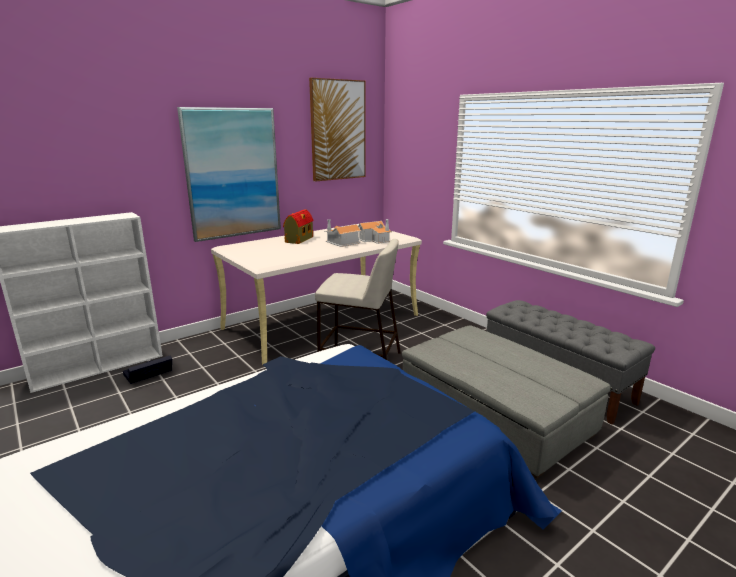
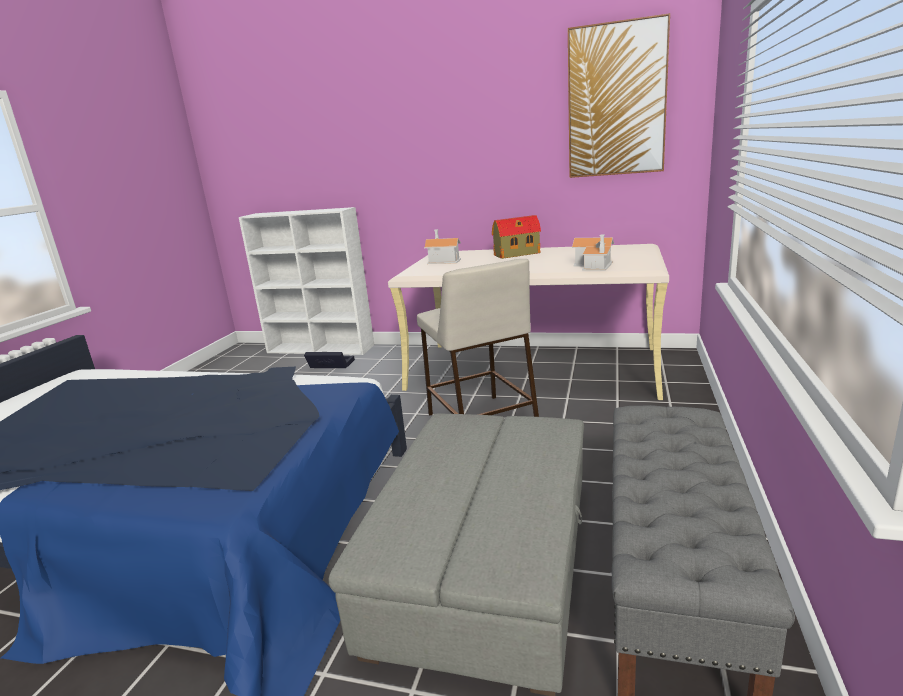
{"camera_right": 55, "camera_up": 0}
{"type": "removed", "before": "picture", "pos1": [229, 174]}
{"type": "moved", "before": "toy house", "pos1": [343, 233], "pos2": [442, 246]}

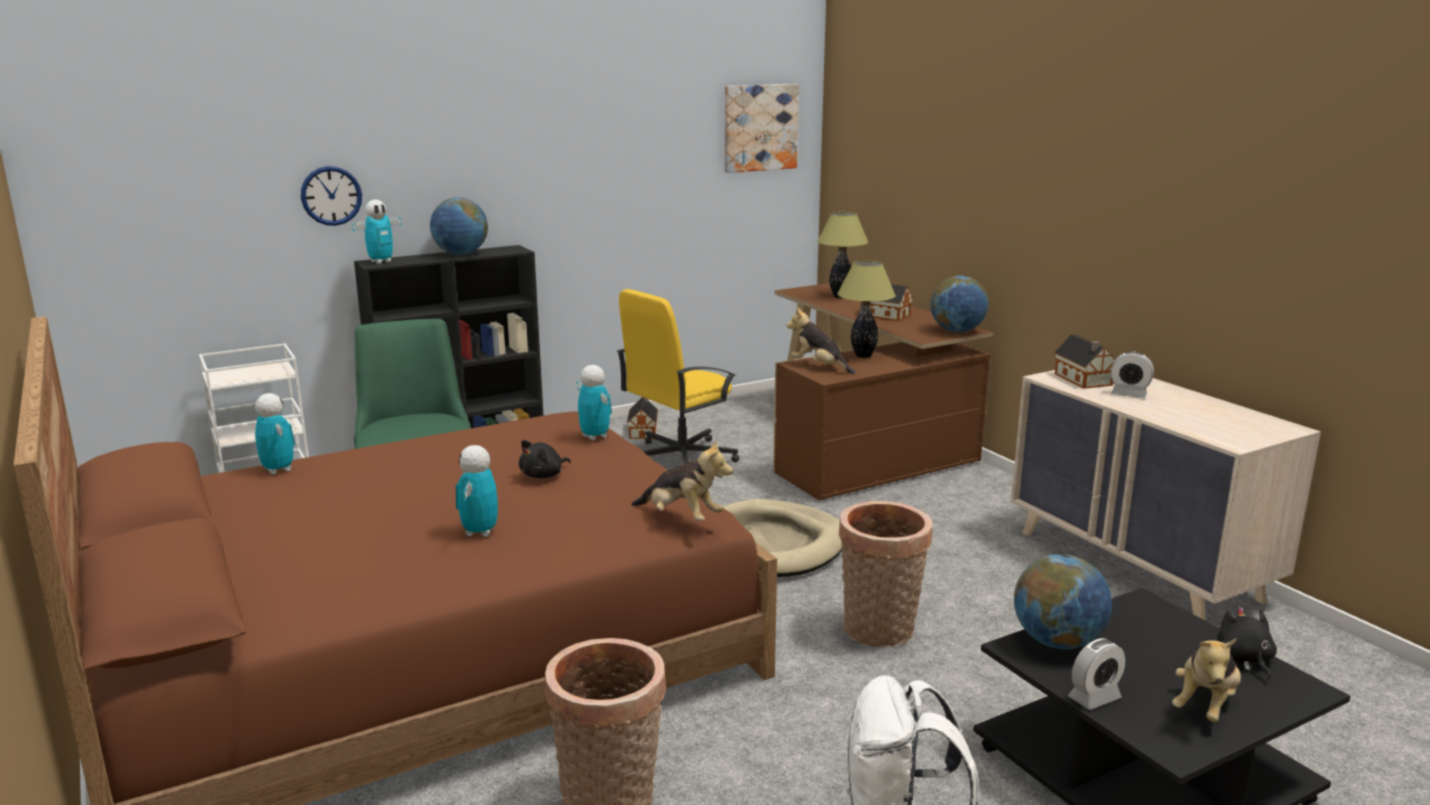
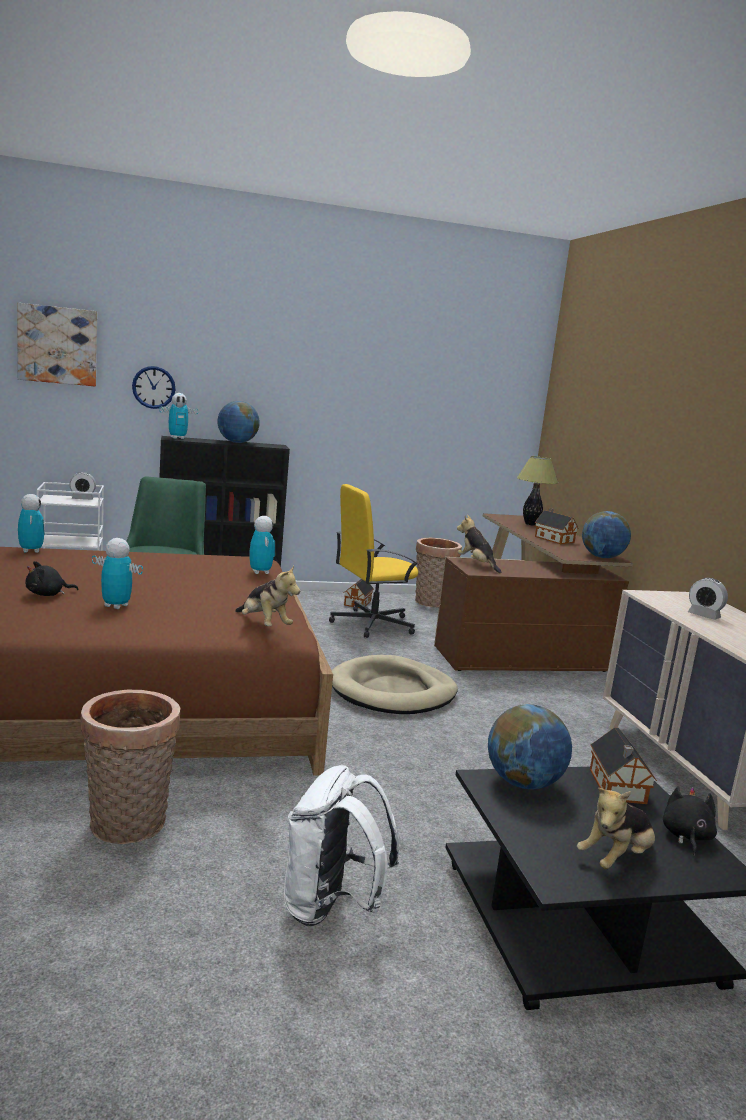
{"camera_right": 15, "camera_up": -5}
{"type": "moved", "before": "picture", "pos1": [762, 128], "pos2": [57, 344]}
{"type": "removed", "before": "table lamp", "pos1": [866, 309]}
{"type": "moved", "before": "toy house", "pos1": [1084, 361], "pos2": [623, 765]}
{"type": "moved", "before": "plush toy/black", "pos1": [545, 459], "pos2": [52, 578]}
{"type": "turned", "before": "toy robot", "pos1": [477, 491], "pos2": [117, 573], "turn": 90}
{"type": "moved", "before": "basket", "pos1": [885, 574], "pos2": [438, 573]}
{"type": "moved", "before": "alarm clock", "pos1": [1096, 674], "pos2": [83, 486]}

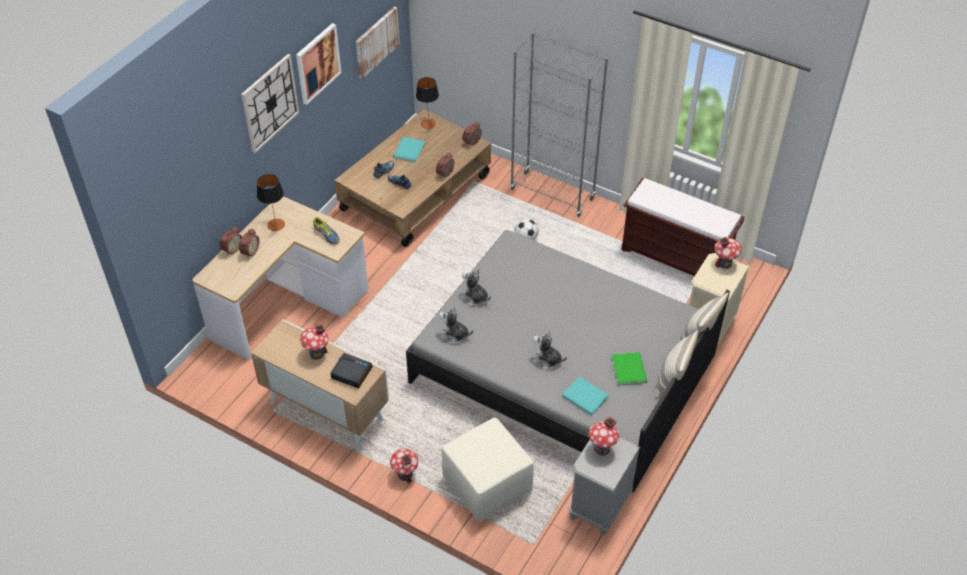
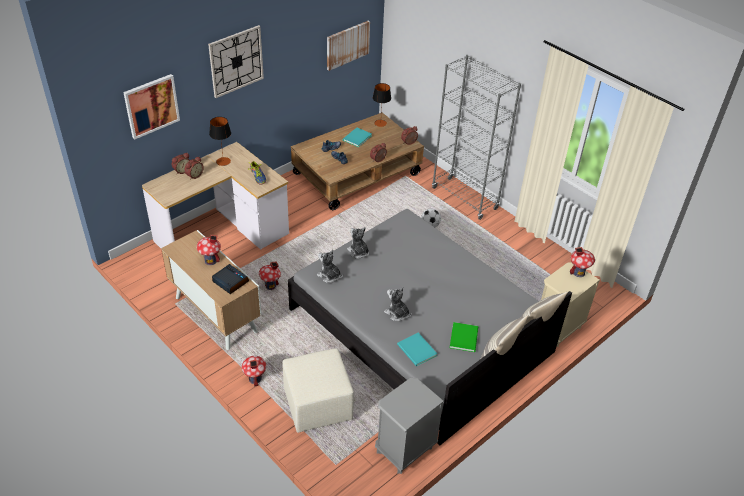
{"camera_right": 15, "camera_up": -5}
{"type": "moved", "before": "picture", "pos1": [318, 64], "pos2": [151, 106]}
{"type": "removed", "before": "bench/brown", "pos1": [682, 227]}
{"type": "moved", "before": "toy house", "pos1": [604, 436], "pos2": [270, 275]}

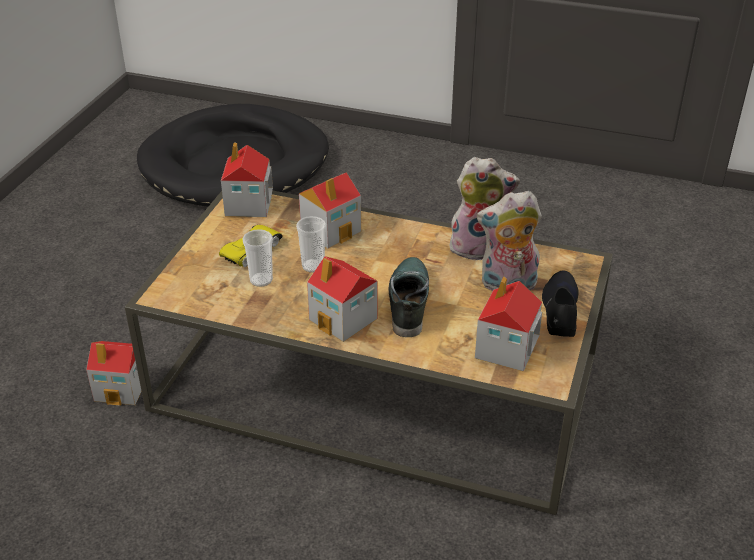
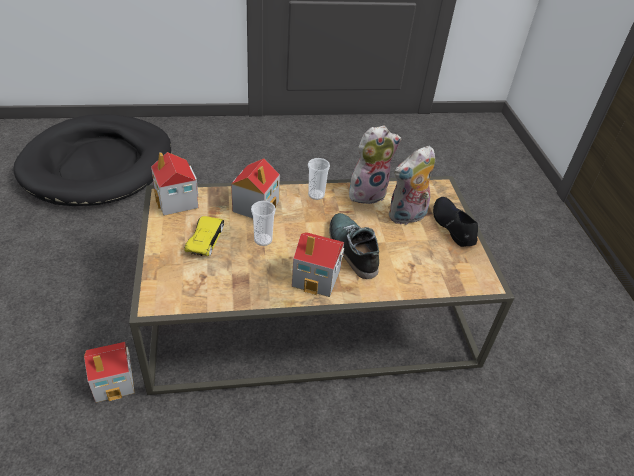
{"camera_right": -30, "camera_up": 5}
{"type": "moved", "before": "cup", "pos1": [257, 258], "pos2": [319, 179]}
{"type": "removed", "before": "toy house", "pos1": [508, 324]}

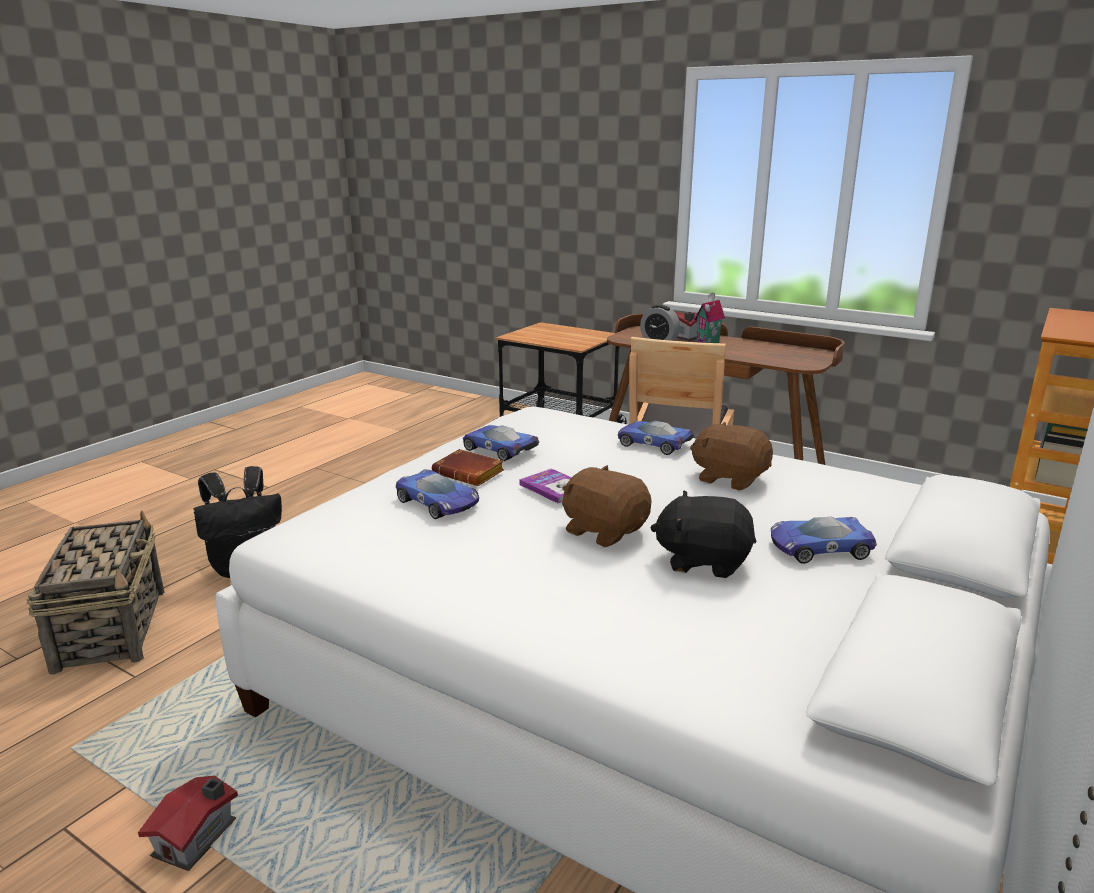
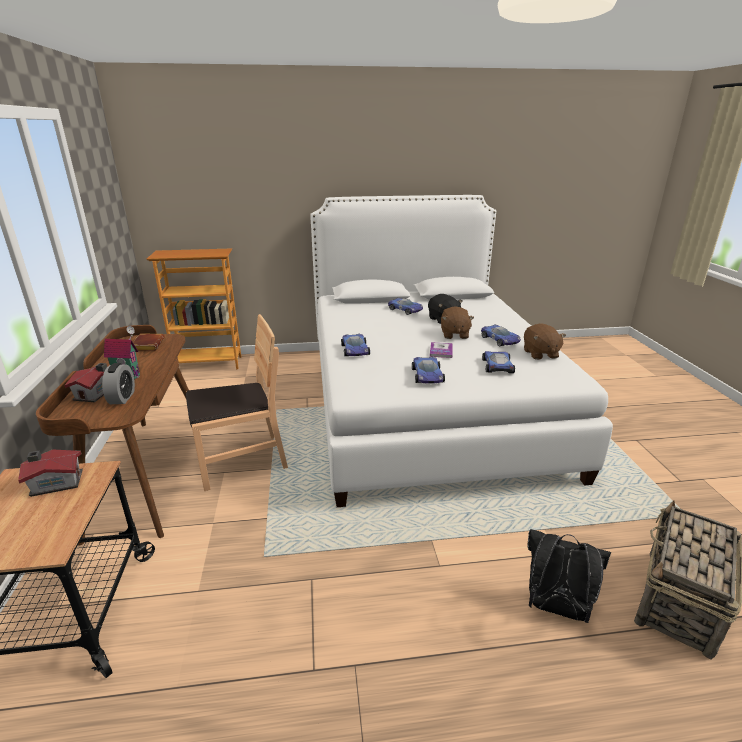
{"camera_right": -130, "camera_up": 5}
{"type": "moved", "before": "plush toy/brown", "pos1": [731, 456], "pos2": [545, 341]}
{"type": "moved", "before": "book/brown", "pos1": [468, 467], "pos2": [149, 342]}
{"type": "moved", "before": "toy house", "pos1": [188, 823], "pos2": [50, 473]}
{"type": "added", "after": "toy car", "pos2": [501, 335]}

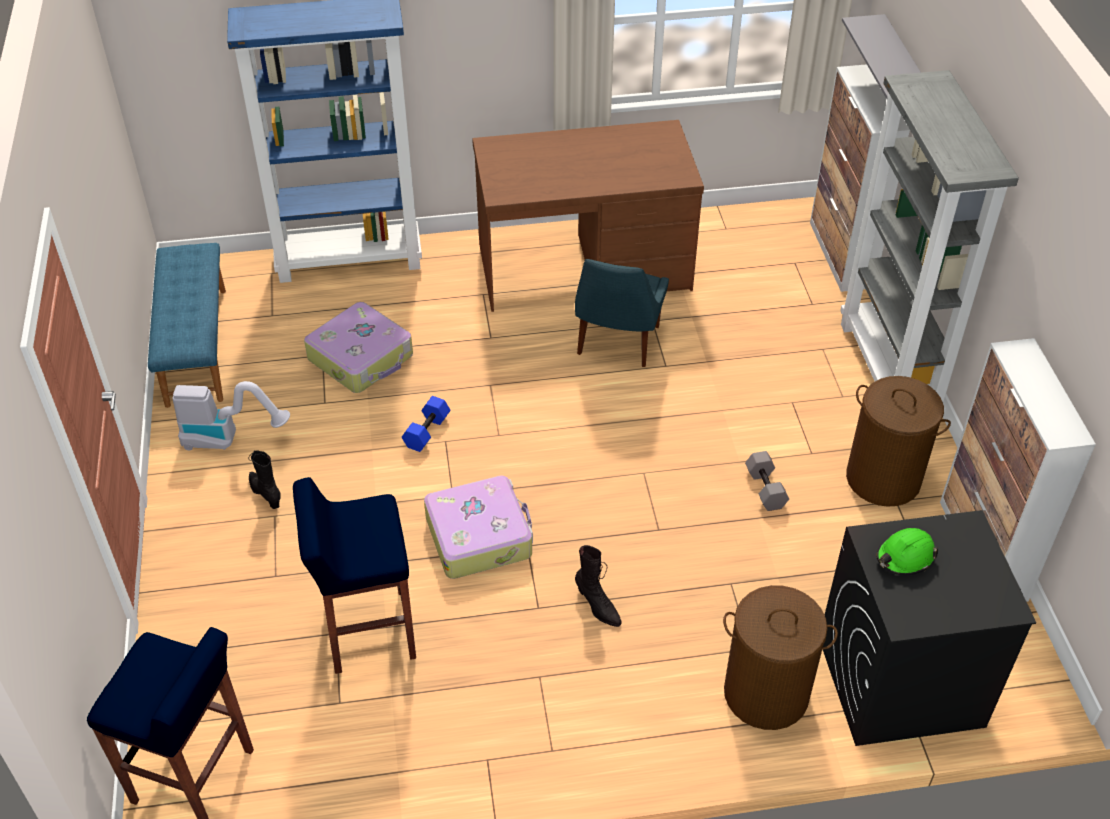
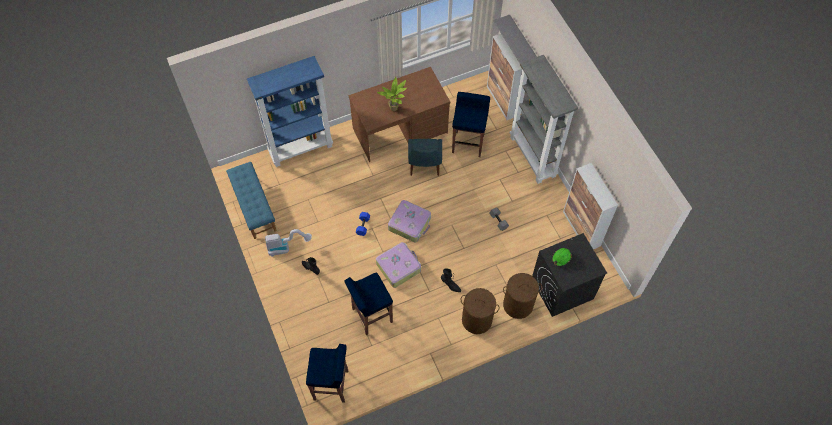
{"camera_right": -15, "camera_up": 15}
{"type": "moved", "before": "suitcase", "pos1": [358, 347], "pos2": [409, 221]}
{"type": "moved", "before": "laundry basket/brown", "pos1": [898, 441], "pos2": [480, 311]}
{"type": "added", "after": "potted plant", "pos2": [392, 94]}
{"type": "added", "after": "stool/blue", "pos2": [471, 124]}

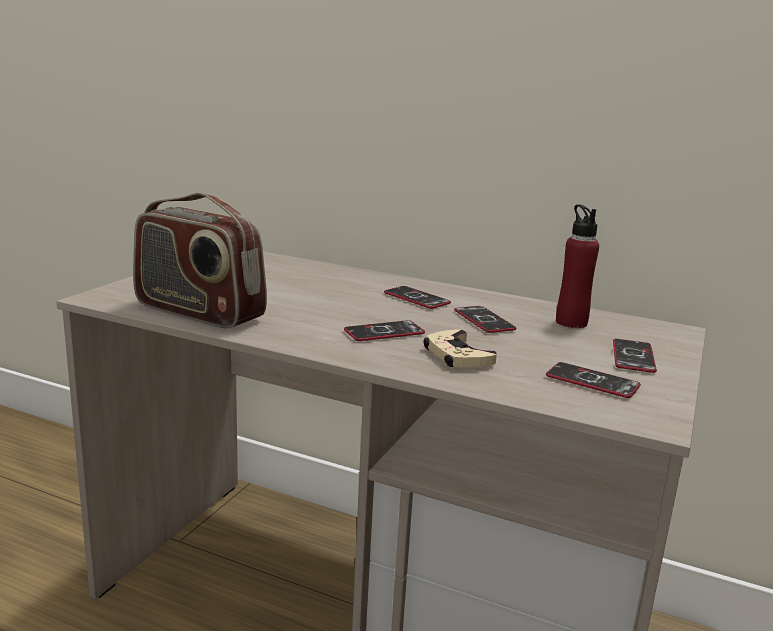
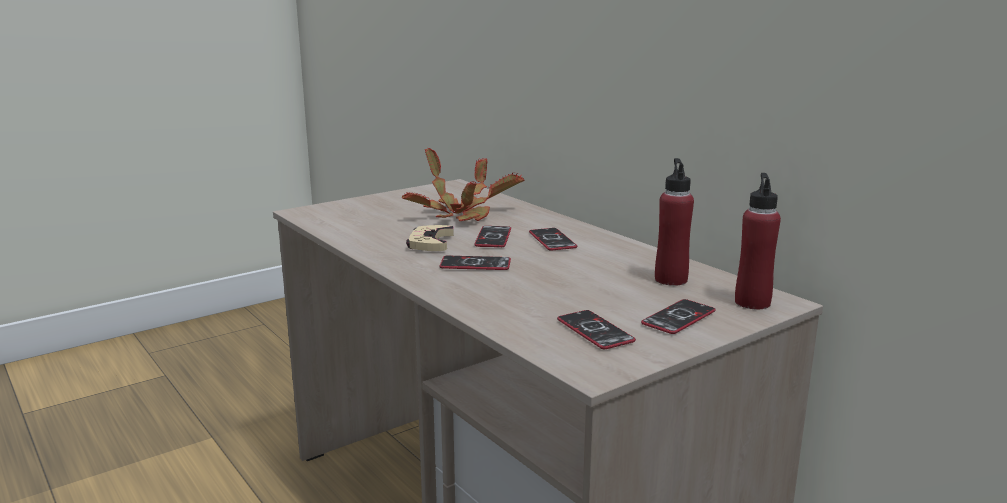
{"camera_right": 30, "camera_up": 0}
{"type": "removed", "before": "radio", "pos1": [200, 260]}
{"type": "moved", "before": "phone", "pos1": [485, 319], "pos2": [492, 236]}
{"type": "moved", "before": "game controller/beige", "pos1": [460, 348], "pos2": [430, 238]}
{"type": "added", "after": "potted plant", "pos2": [463, 184]}
{"type": "added", "after": "bottle/red", "pos2": [758, 241]}

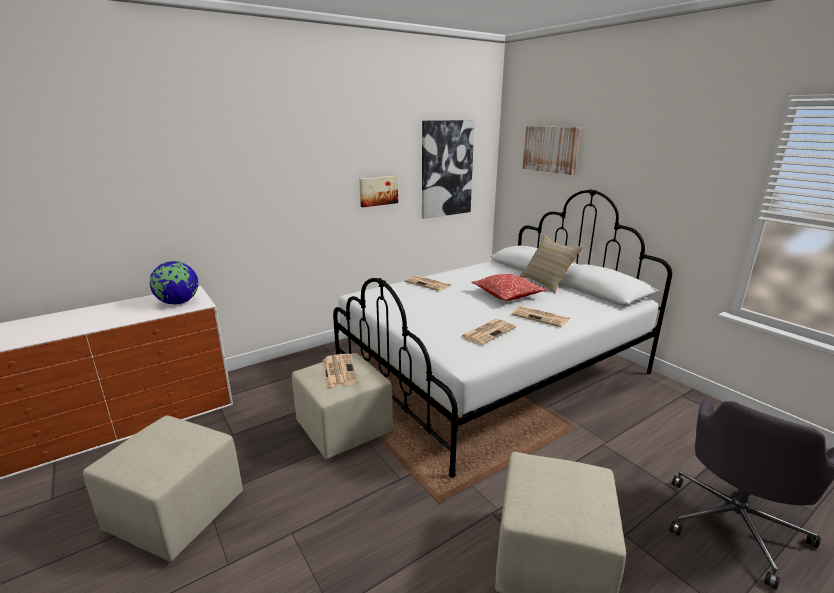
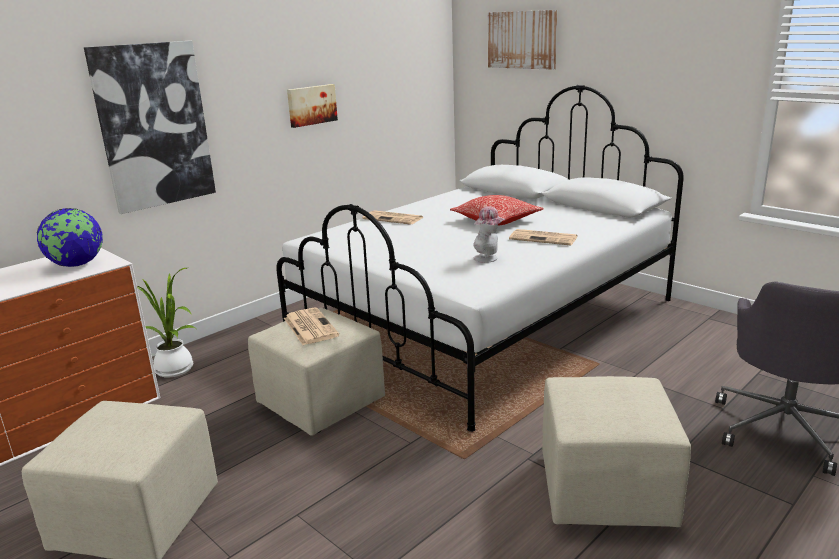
{"camera_right": -10, "camera_up": 0}
{"type": "moved", "before": "picture", "pos1": [448, 169], "pos2": [150, 127]}
{"type": "removed", "before": "pillow/beige", "pos1": [551, 264]}
{"type": "replaced", "before": "newspaper", "after": "hat", "pos1": [488, 332], "pos2": [489, 234]}
{"type": "added", "after": "potted plant", "pos2": [166, 323]}

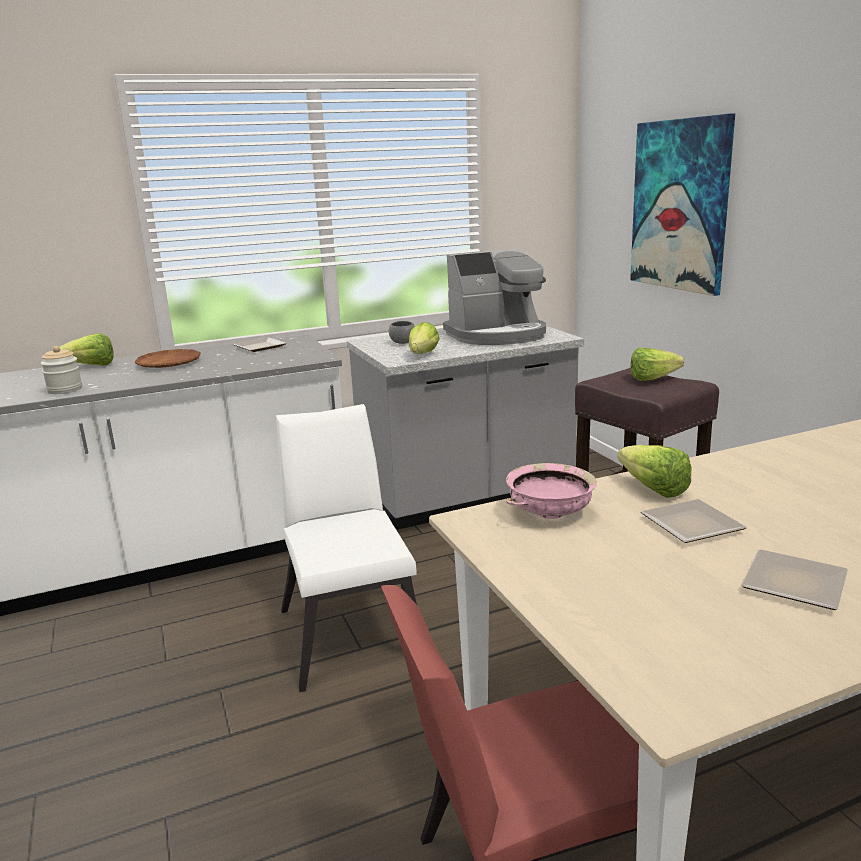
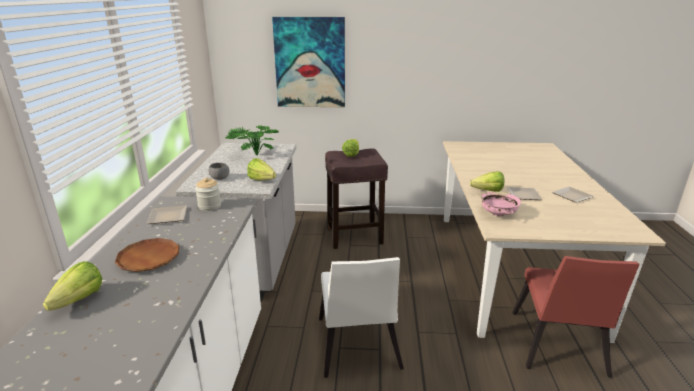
{"camera_right": -65, "camera_up": 5}
{"type": "replaced", "before": "coffee machine", "after": "potted plant", "pos1": [494, 296], "pos2": [252, 140]}
{"type": "moved", "before": "jar", "pos1": [61, 370], "pos2": [208, 194]}
{"type": "turned", "before": "chair/white", "pos1": [346, 548], "pos2": [361, 317], "turn": -105}

